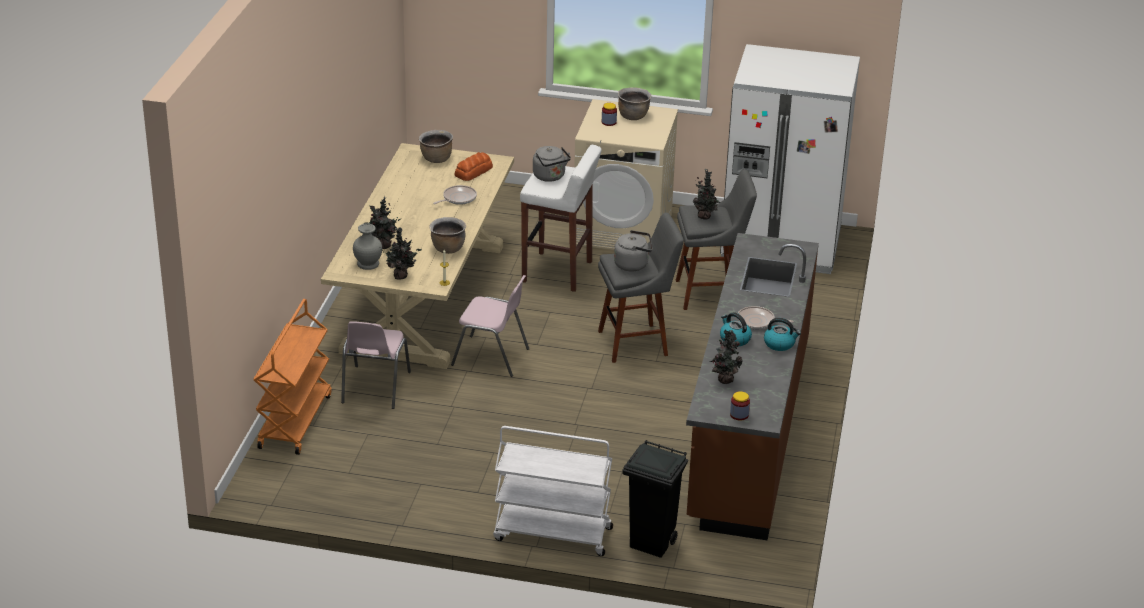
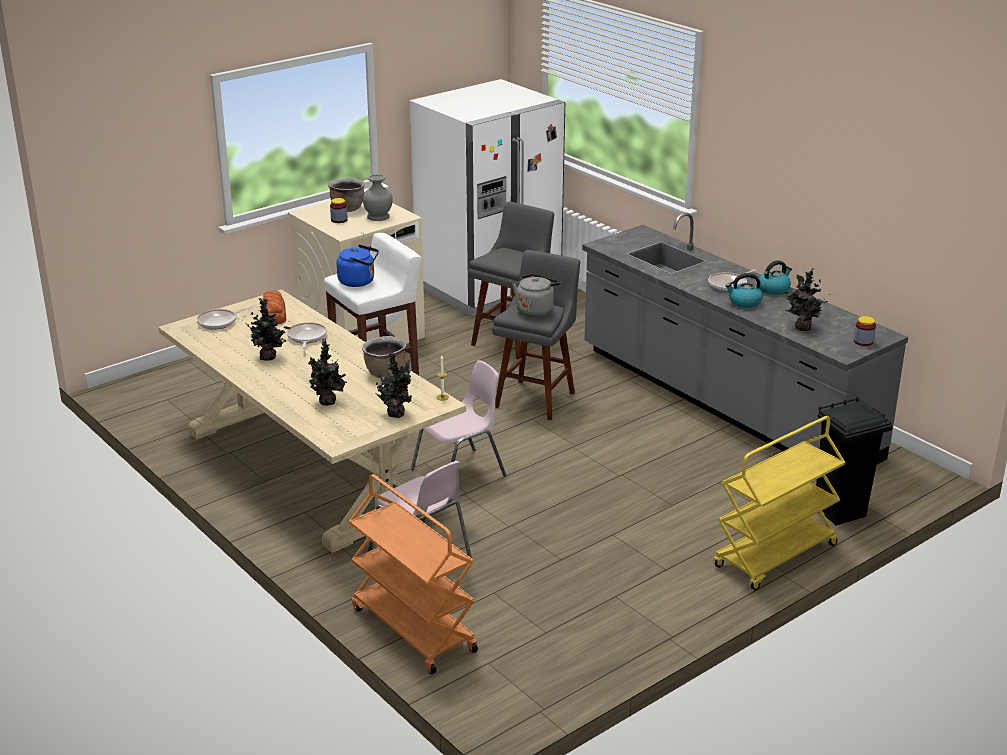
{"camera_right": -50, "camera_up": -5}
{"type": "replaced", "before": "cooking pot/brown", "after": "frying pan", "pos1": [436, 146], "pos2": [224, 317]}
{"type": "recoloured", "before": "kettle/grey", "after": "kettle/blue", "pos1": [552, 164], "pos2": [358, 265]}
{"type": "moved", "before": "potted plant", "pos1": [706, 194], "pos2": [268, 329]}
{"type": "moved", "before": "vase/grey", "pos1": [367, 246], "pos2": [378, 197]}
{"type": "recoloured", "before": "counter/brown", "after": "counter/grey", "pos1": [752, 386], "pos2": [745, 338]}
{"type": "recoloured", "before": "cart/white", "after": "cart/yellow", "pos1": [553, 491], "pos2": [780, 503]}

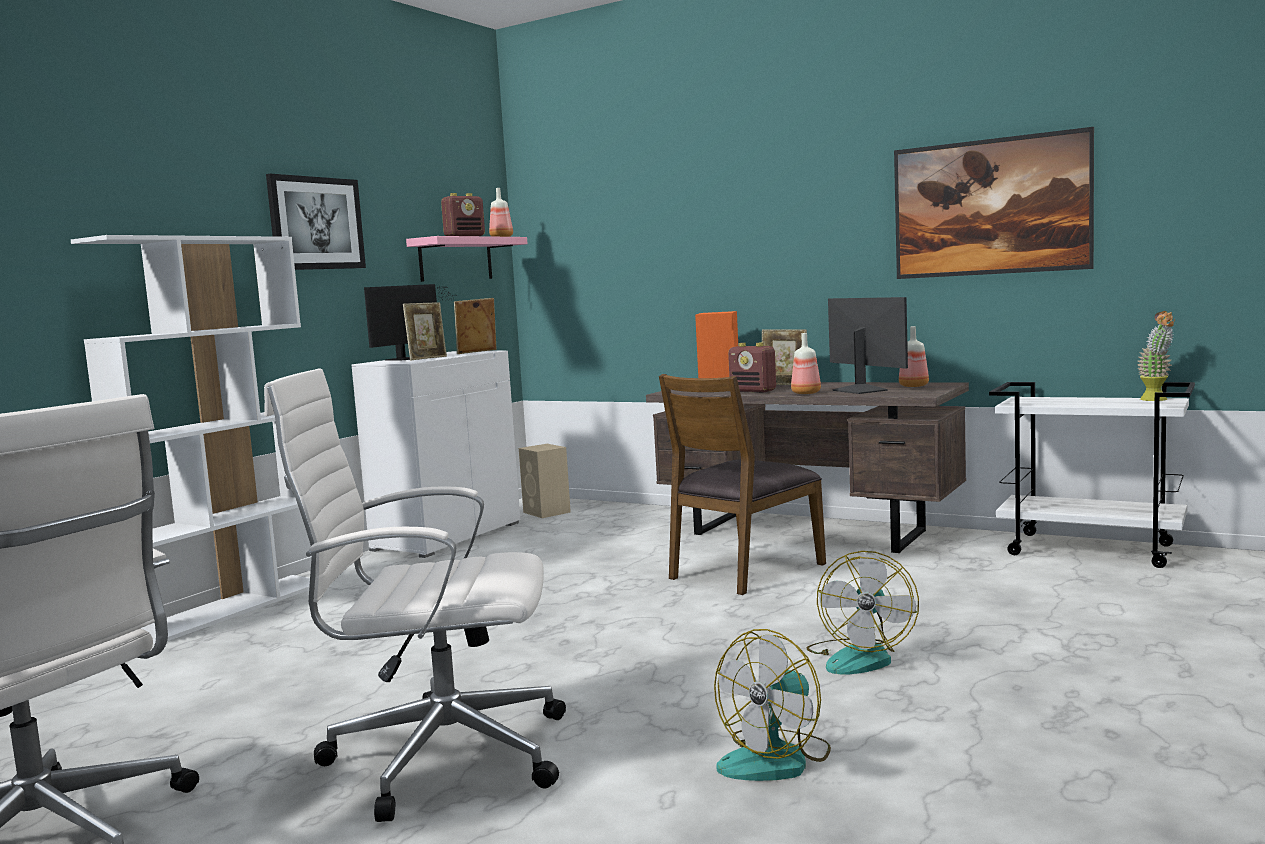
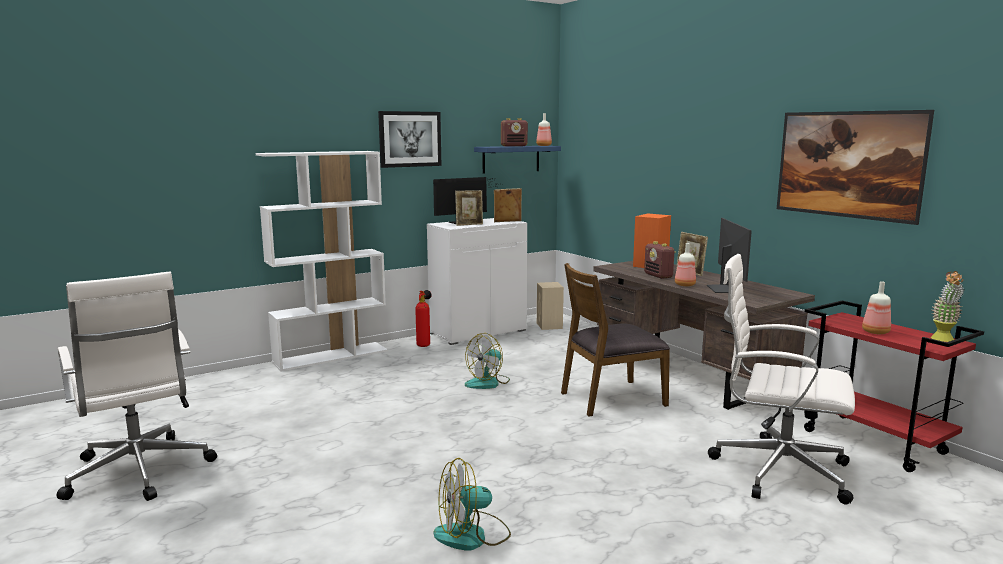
{"camera_right": 25, "camera_up": 5}
{"type": "recoloured", "before": "shelf/pink", "after": "shelf/blue", "pos1": [467, 259], "pos2": [517, 160]}
{"type": "moved", "before": "bottle", "pos1": [914, 356], "pos2": [876, 307]}
{"type": "moved", "before": "office chair/white", "pos1": [415, 595], "pos2": [781, 379]}
{"type": "recoloured", "before": "cart/white", "after": "cart/red", "pos1": [1092, 475], "pos2": [894, 386]}
{"type": "moved", "before": "fan", "pos1": [863, 613], "pos2": [487, 361]}
{"type": "added", "after": "fire extinguisher", "pos2": [423, 318]}

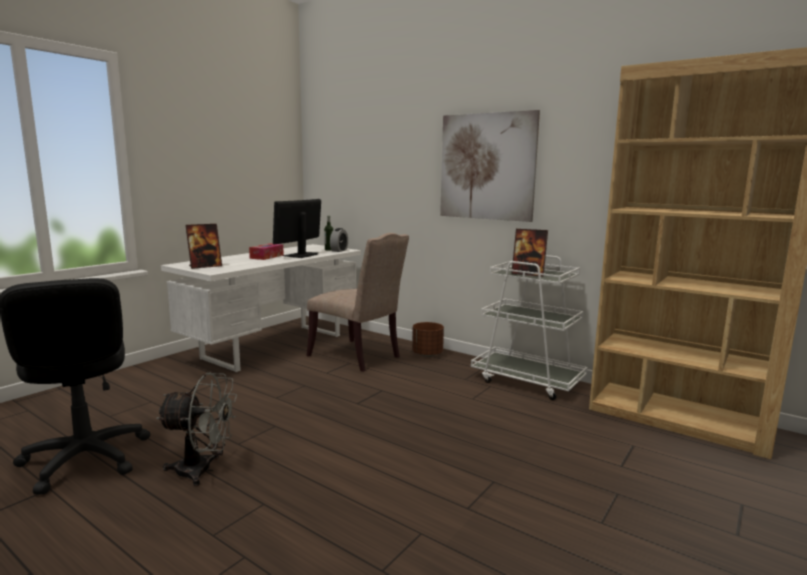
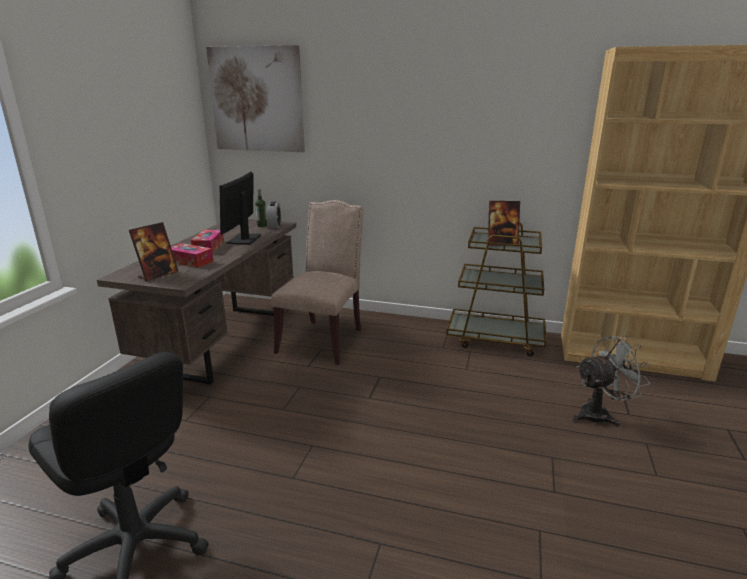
{"camera_right": -20, "camera_up": 10}
{"type": "moved", "before": "picture", "pos1": [490, 166], "pos2": [255, 98]}
{"type": "turned", "before": "chair/beige", "pos1": [358, 302], "pos2": [317, 282], "turn": -90}
{"type": "recoloured", "before": "desk/white", "after": "desk/brown", "pos1": [261, 308], "pos2": [196, 302]}
{"type": "recoloured", "before": "cart/white", "after": "cart/brown", "pos1": [529, 327], "pos2": [496, 290]}
{"type": "removed", "before": "planter/brown", "pos1": [428, 339]}
{"type": "moved", "before": "fan/grey", "pos1": [196, 429], "pos2": [611, 381]}
{"type": "added", "after": "tissue box", "pos2": [192, 255]}

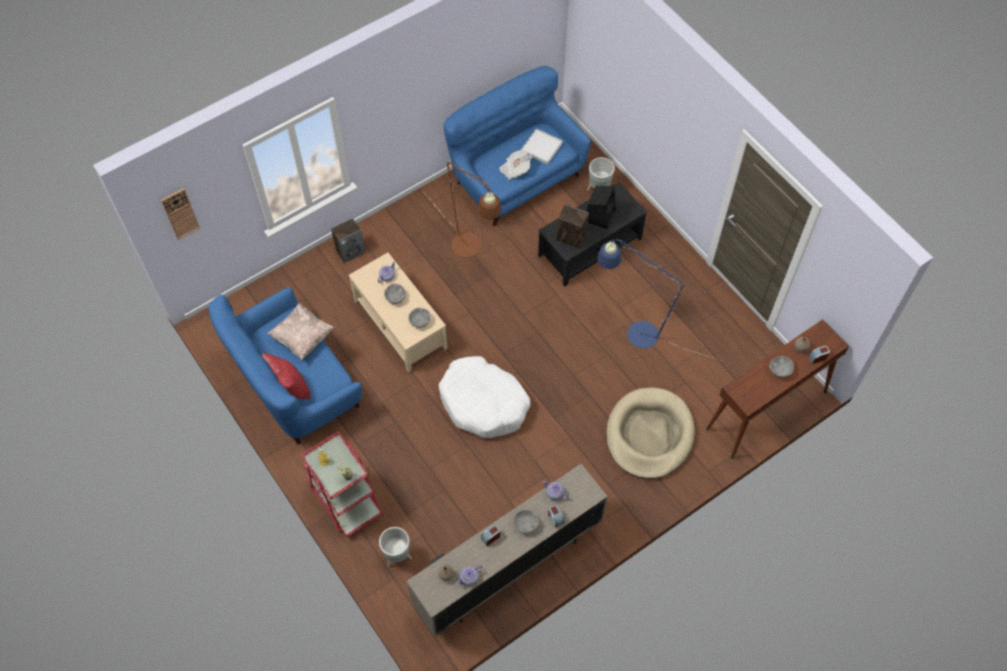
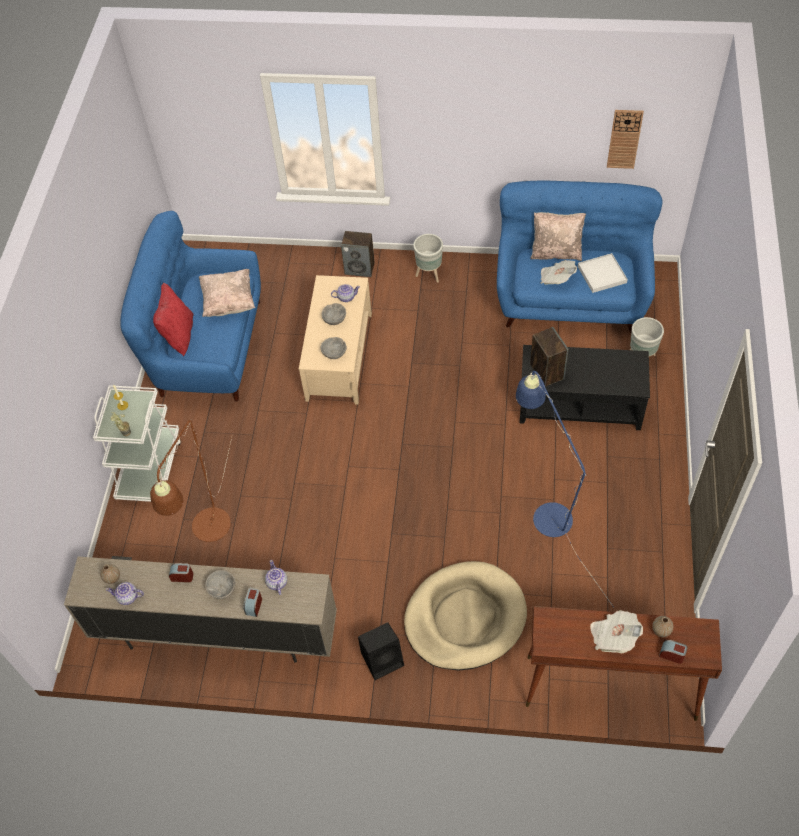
{"camera_right": 45, "camera_up": -5}
{"type": "moved", "before": "floor lamp/brown", "pos1": [461, 209], "pos2": [191, 480]}
{"type": "moved", "before": "speaker/black", "pos1": [601, 207], "pos2": [381, 651]}
{"type": "moved", "before": "wall clock", "pos1": [180, 214], "pos2": [625, 139]}
{"type": "removed", "before": "dog bed/white", "pos1": [485, 397]}
{"type": "replaced", "before": "bowl/grey", "after": "newspaper", "pos1": [781, 367], "pos2": [616, 632]}
{"type": "recoloured", "before": "cart/red", "after": "cart/white", "pos1": [342, 484], "pos2": [137, 443]}
{"type": "moved", "before": "planter/grey", "pos1": [395, 547], "pos2": [428, 258]}
{"type": "added", "after": "pillow/beige", "pos2": [558, 236]}

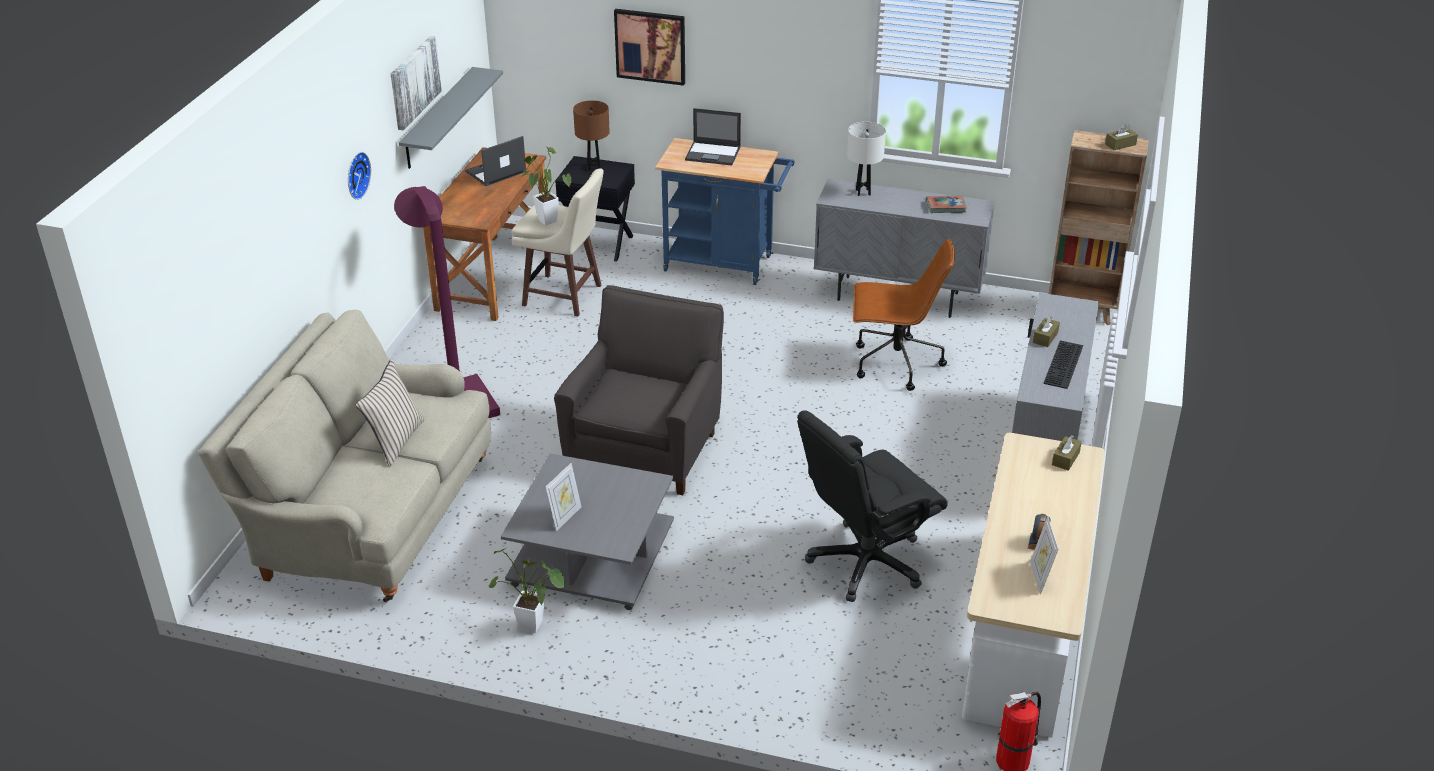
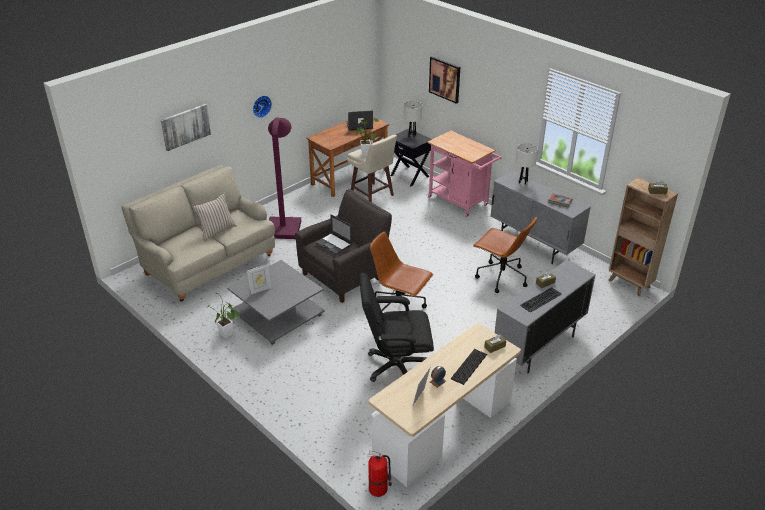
{"camera_right": 30, "camera_up": 0}
{"type": "moved", "before": "picture", "pos1": [416, 83], "pos2": [186, 127]}
{"type": "removed", "before": "shelf/grey", "pos1": [451, 118]}
{"type": "recoloured", "before": "table lamp/brown", "after": "table lamp/white", "pos1": [591, 135], "pos2": [413, 119]}
{"type": "moved", "before": "laptop", "pos1": [713, 136], "pos2": [334, 234]}
{"type": "recoloured", "before": "cart/blue", "after": "cart/pink", "pos1": [725, 211], "pos2": [465, 174]}
{"type": "added", "after": "office chair/brown", "pos2": [401, 271]}
{"type": "added", "after": "keyboard", "pos2": [469, 367]}

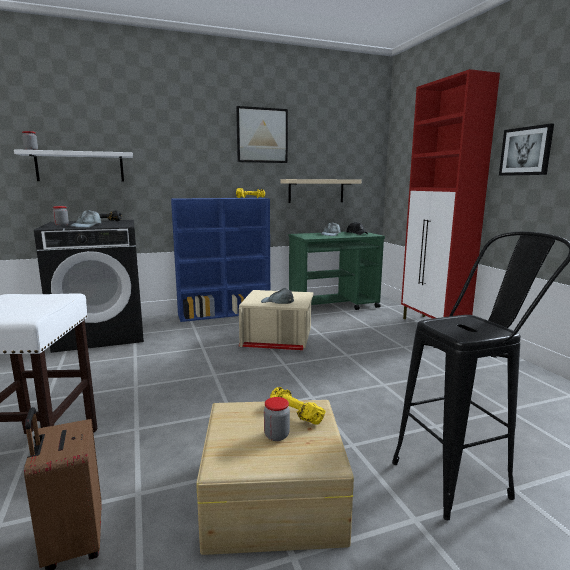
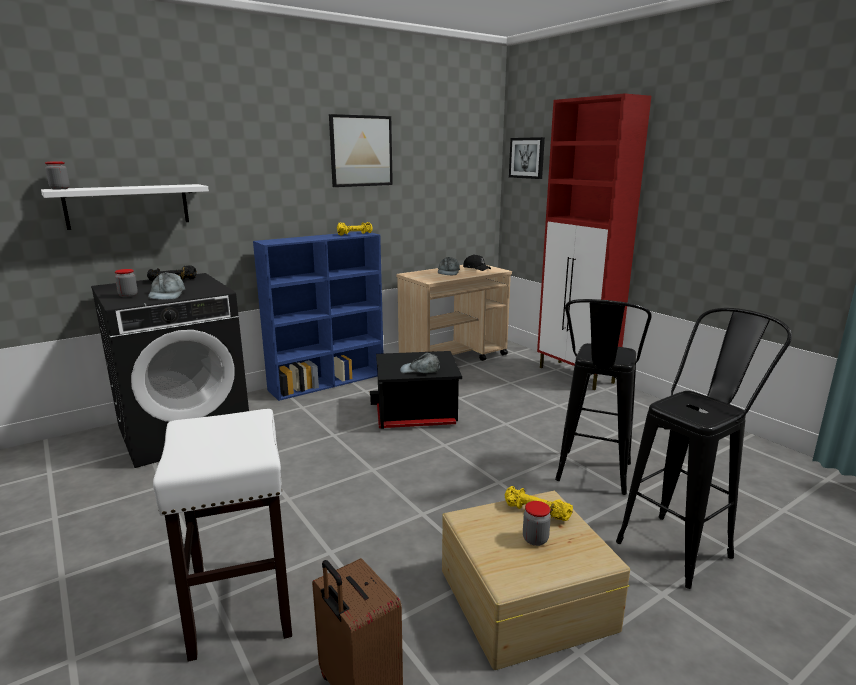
{"camera_right": -15, "camera_up": 5}
{"type": "moved", "before": "picture", "pos1": [526, 150], "pos2": [527, 158]}
{"type": "removed", "before": "shelf/beige", "pos1": [321, 191]}
{"type": "recoloured", "before": "cart/green", "after": "cart/beige", "pos1": [336, 271], "pos2": [454, 313]}
{"type": "recoloured", "before": "storage box/beige", "after": "storage box/black", "pos1": [276, 320], "pos2": [415, 390]}
{"type": "added", "after": "stool/black", "pos2": [603, 397]}

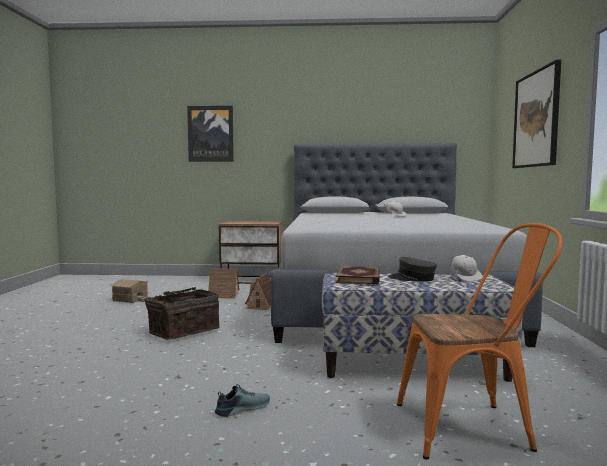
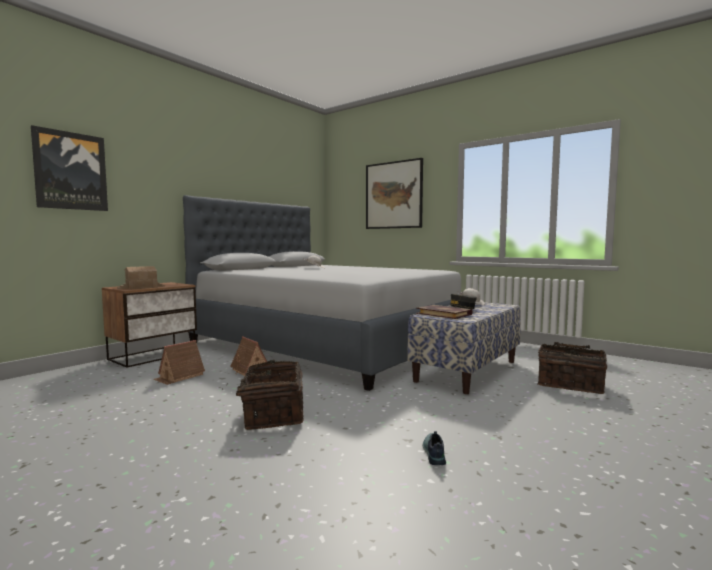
{"camera_right": -55, "camera_up": 0}
{"type": "replaced", "before": "chair/orange", "after": "basket", "pos1": [480, 341], "pos2": [572, 368]}
{"type": "moved", "before": "toy house", "pos1": [129, 291], "pos2": [141, 277]}
{"type": "moved", "before": "shoe", "pos1": [242, 400], "pos2": [434, 448]}

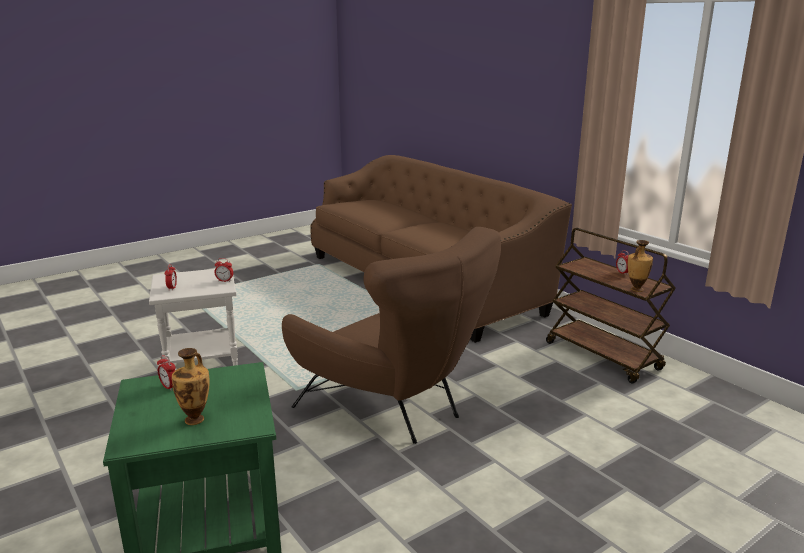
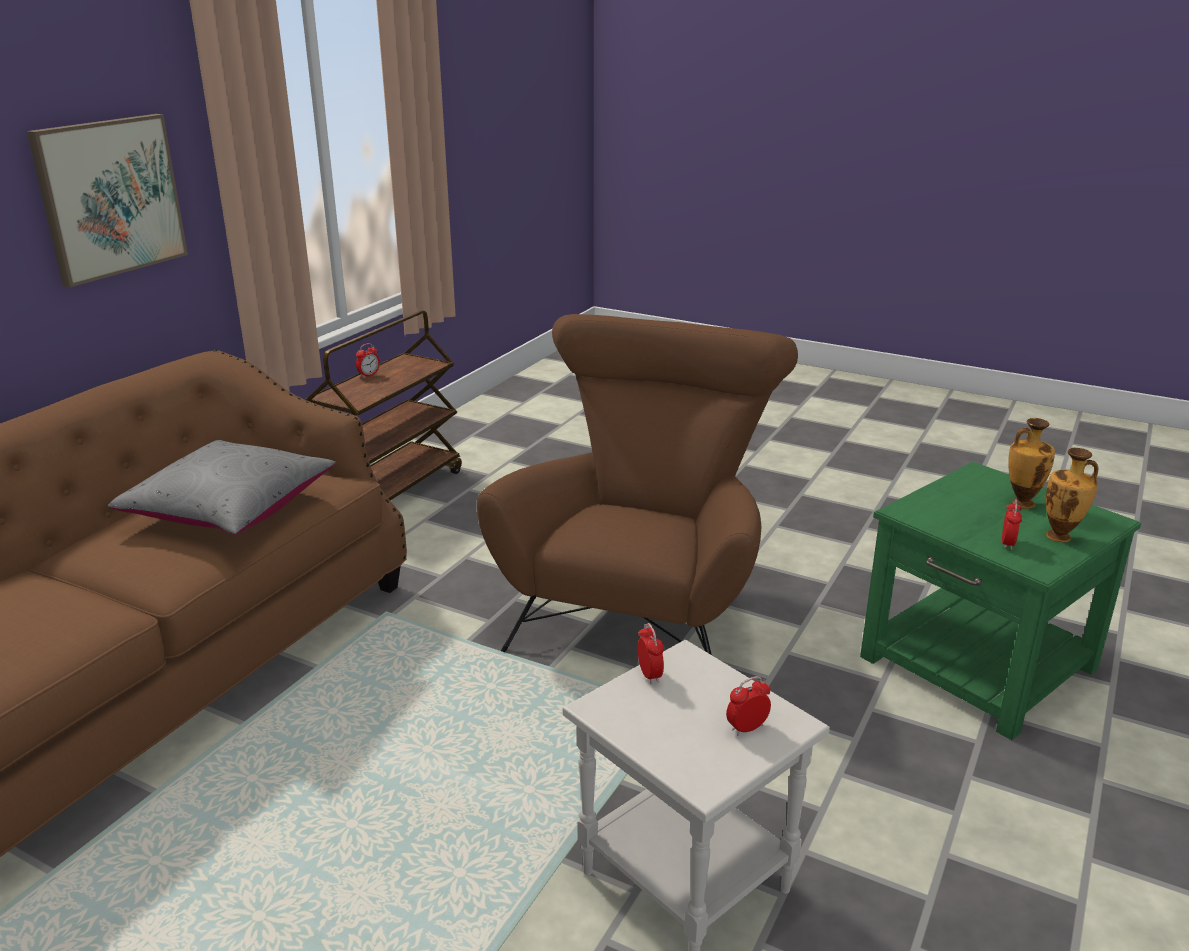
{"camera_right": -115, "camera_up": 5}
{"type": "moved", "before": "vase", "pos1": [640, 266], "pos2": [1072, 495]}
{"type": "added", "after": "picture", "pos2": [107, 200]}
{"type": "added", "after": "pillow/grey", "pos2": [222, 487]}

